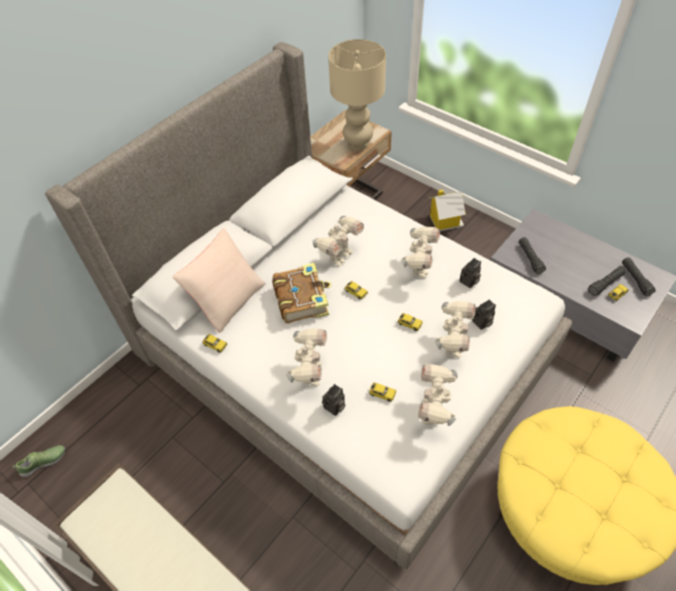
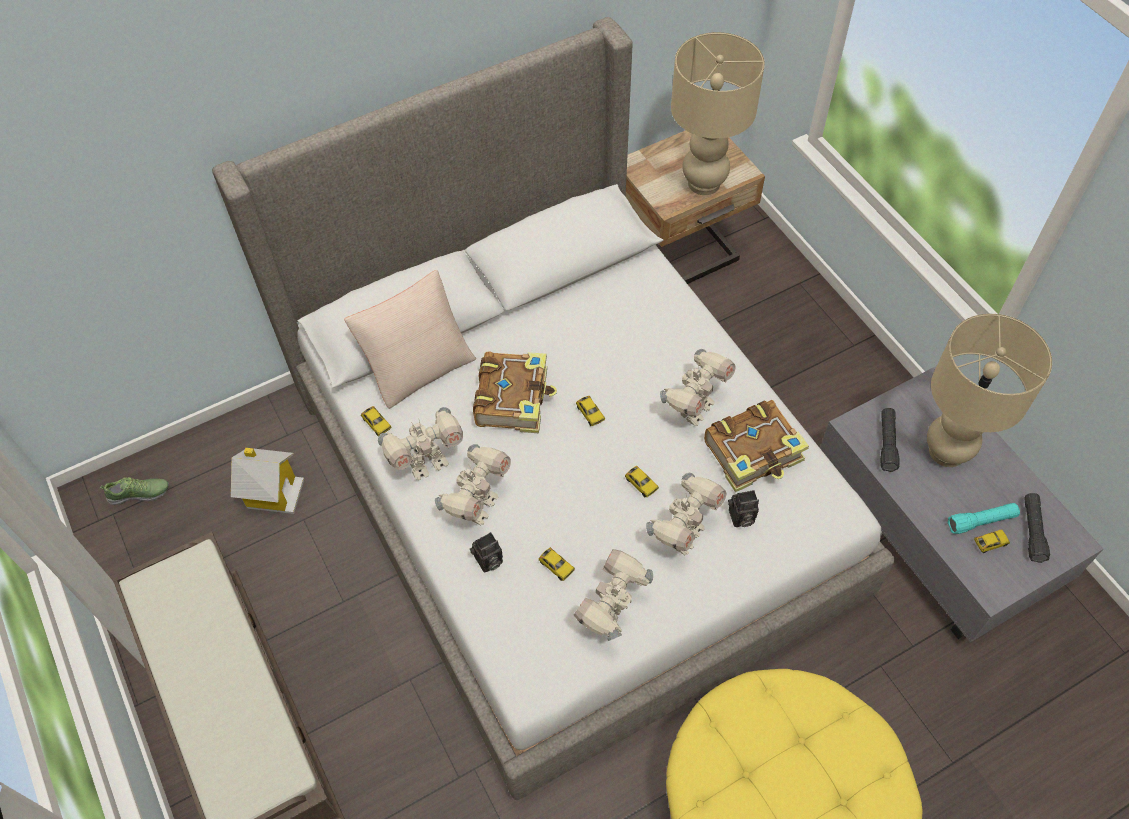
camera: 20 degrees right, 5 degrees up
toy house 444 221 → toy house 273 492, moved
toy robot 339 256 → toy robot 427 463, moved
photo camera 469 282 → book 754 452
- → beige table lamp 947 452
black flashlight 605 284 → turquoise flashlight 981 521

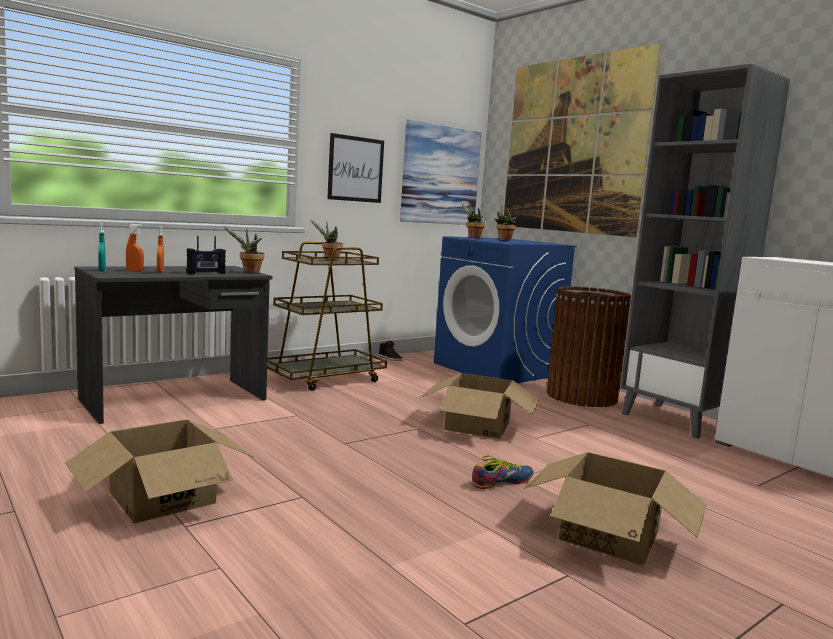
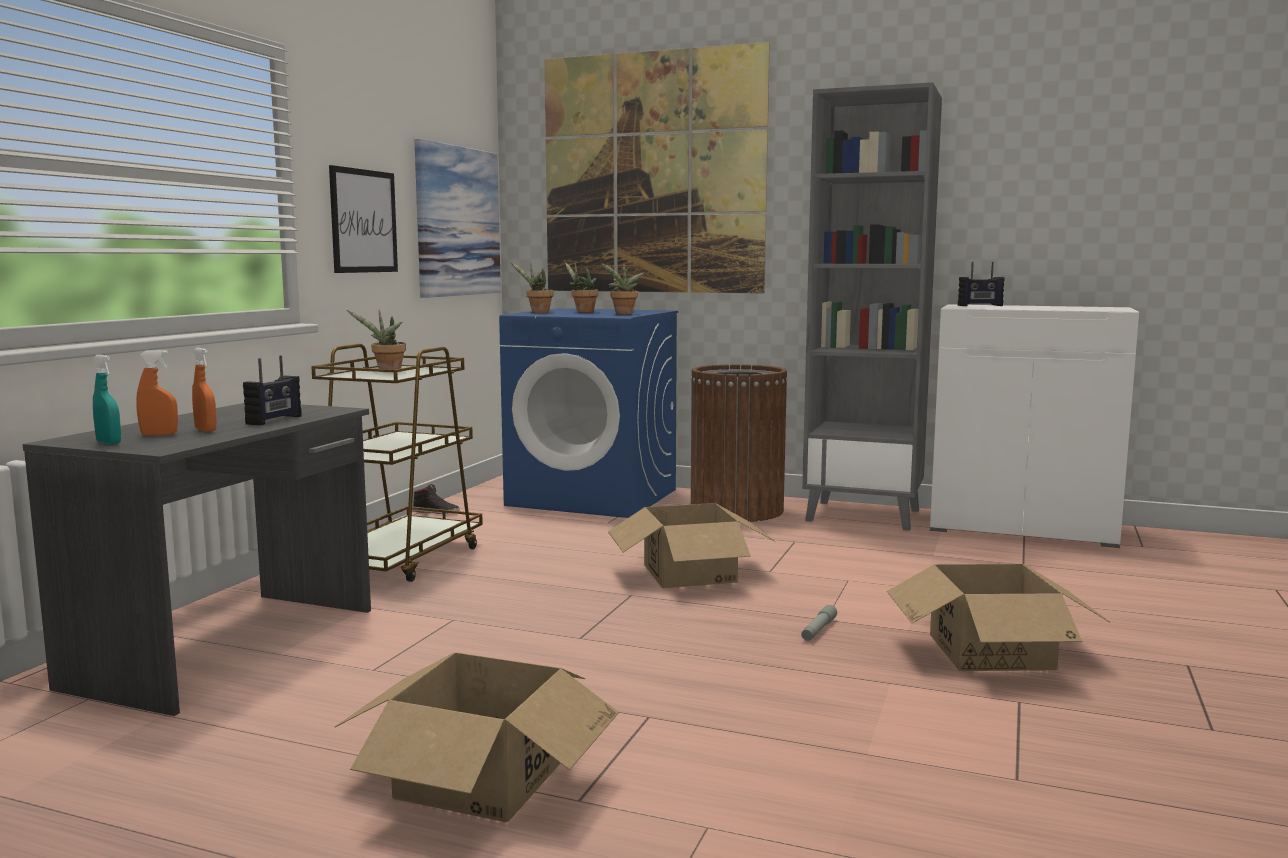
camera: 30 degrees left, 0 degrees up
potted plant 249 272 → potted plant 623 314, moved
shoe 501 482 → grey flashlight 818 630
- → radio 980 306

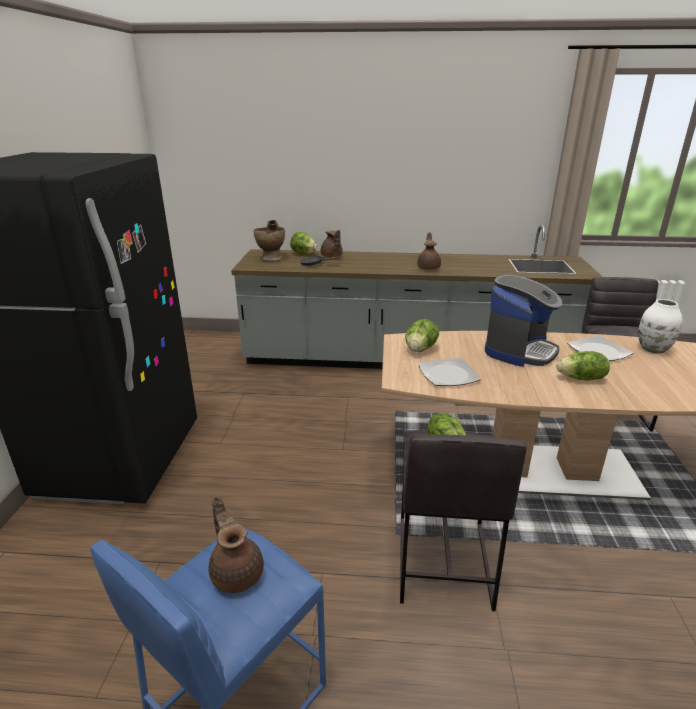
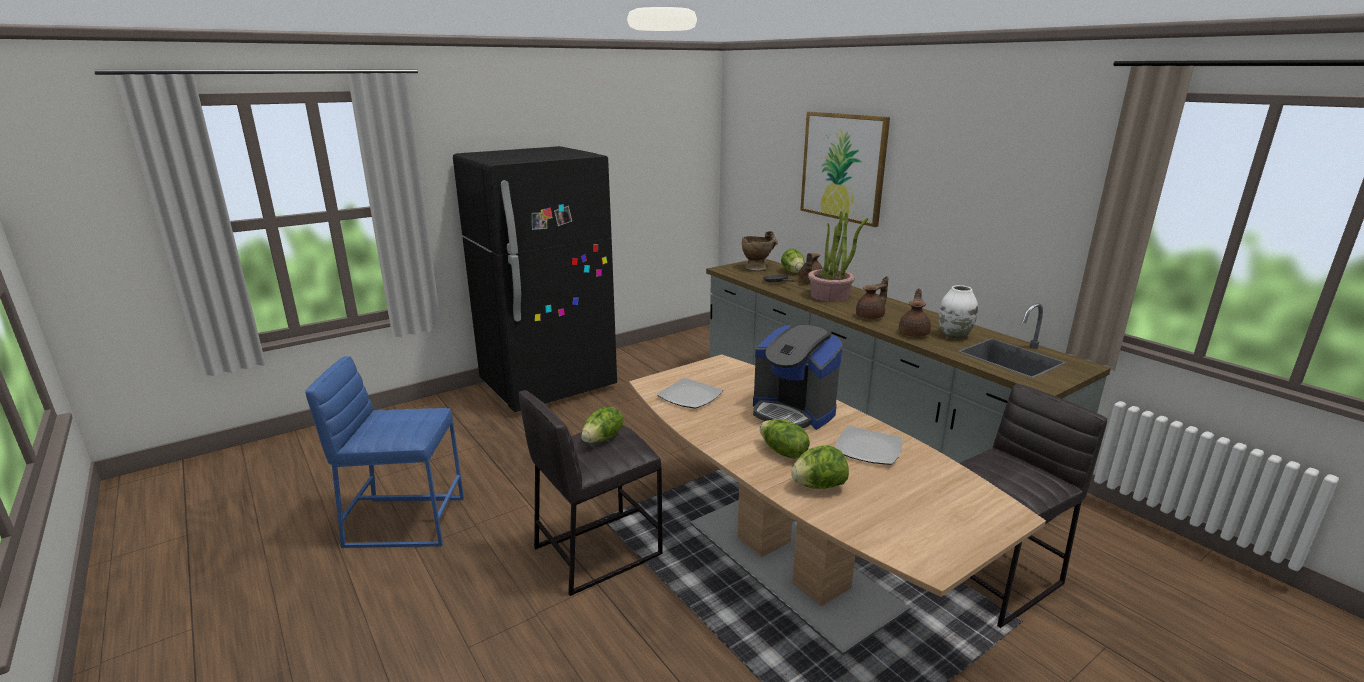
camera: 50 degrees right, 5 degrees down
coffee machine 519 350 → coffee machine 793 411, 45 degrees clockwise
lettuce 420 349 → lettuce 818 486, moved
- → picture 843 167
- → potted plant 830 296
brown teapot 237 572 → brown teapot 914 333, moved
white vase 653 349 → white vase 954 335, moved

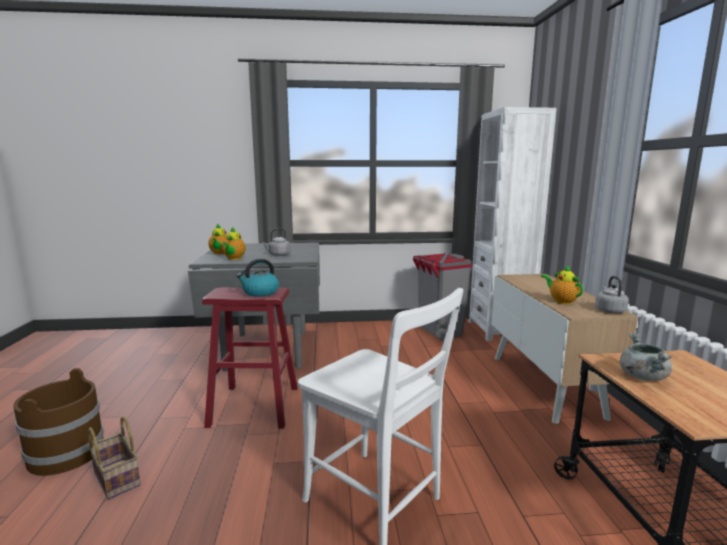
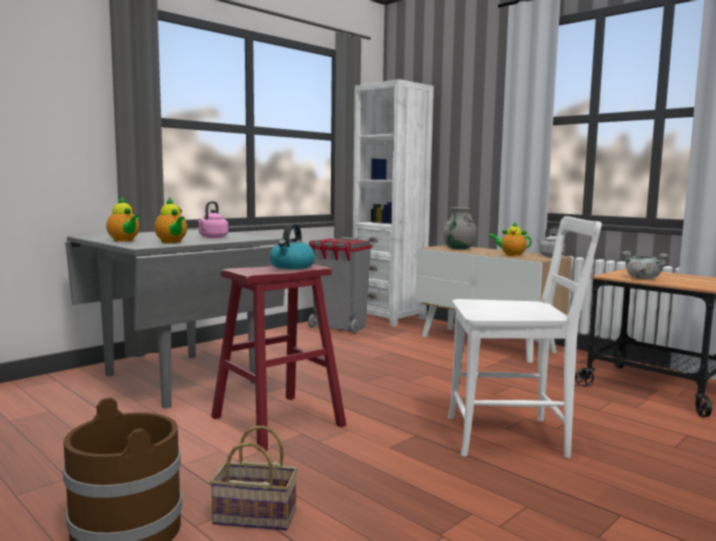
camera: 40 degrees left, 5 degrees down
grey kettle 278 255 → pink kettle 212 237
- → grey vase 459 248

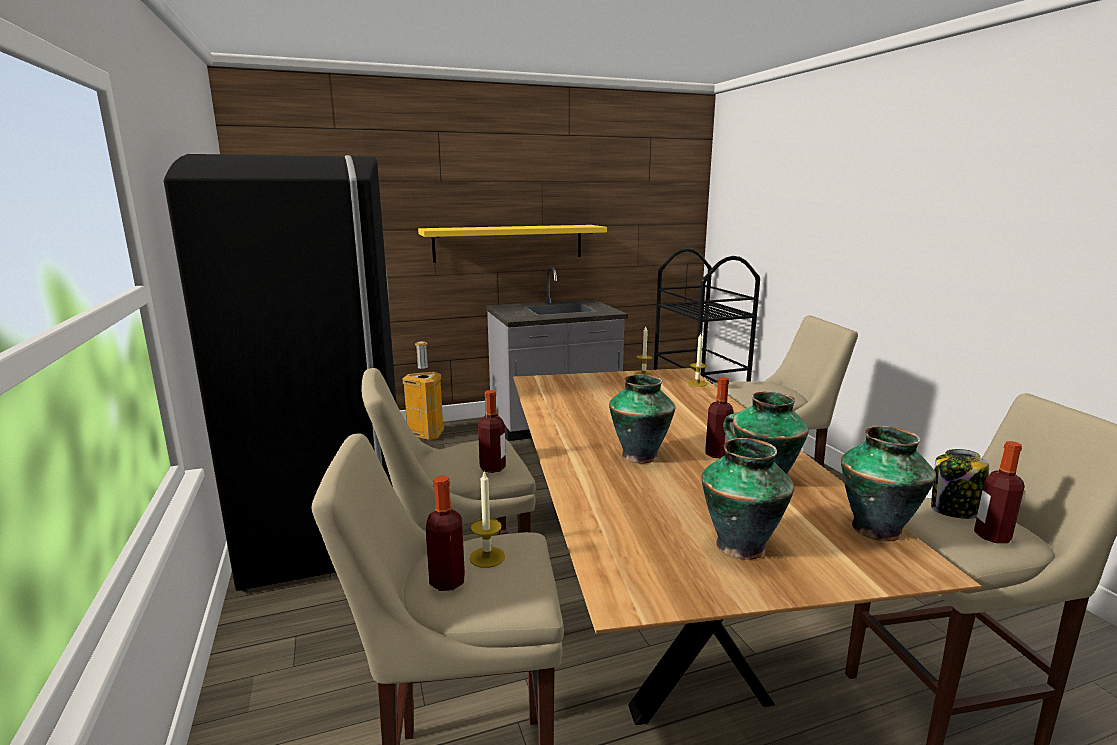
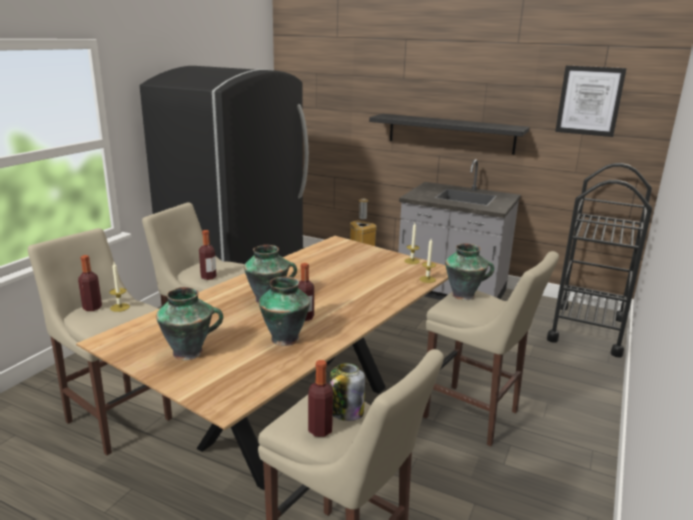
camera: 45 degrees right, 5 degrees up
yellow shelf 509 243 → black shelf 450 133
vase 877 528 → vase 464 295, moved
- → picture 589 101

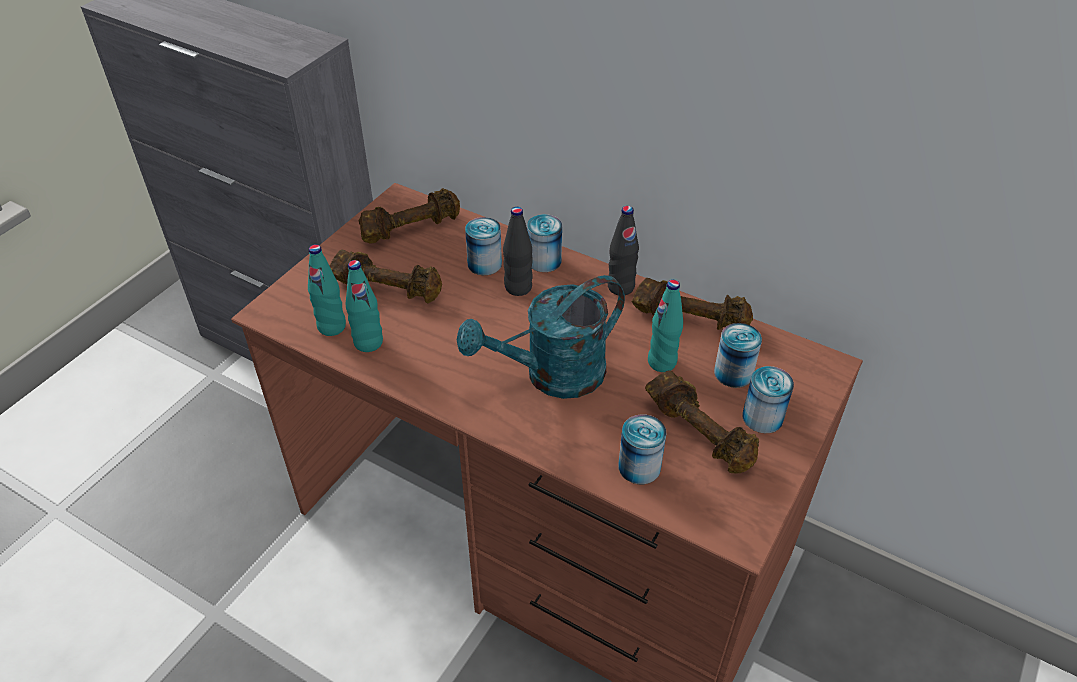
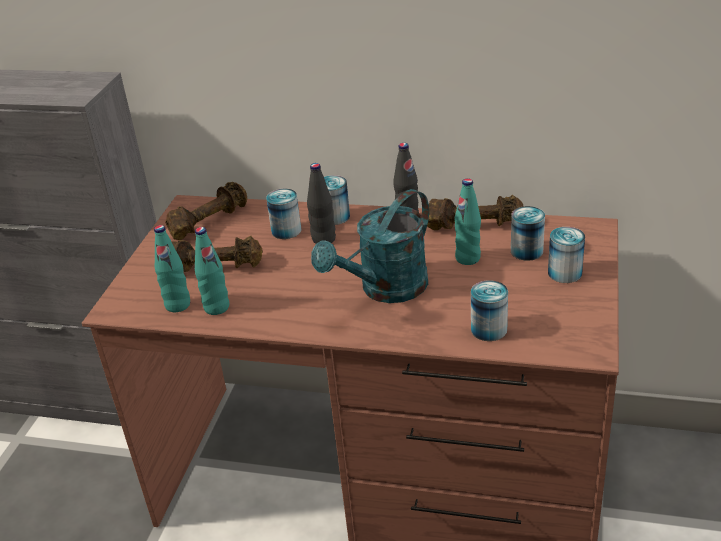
camera: 15 degrees left, 10 degrees down
brown dumbbell 700 434 → -

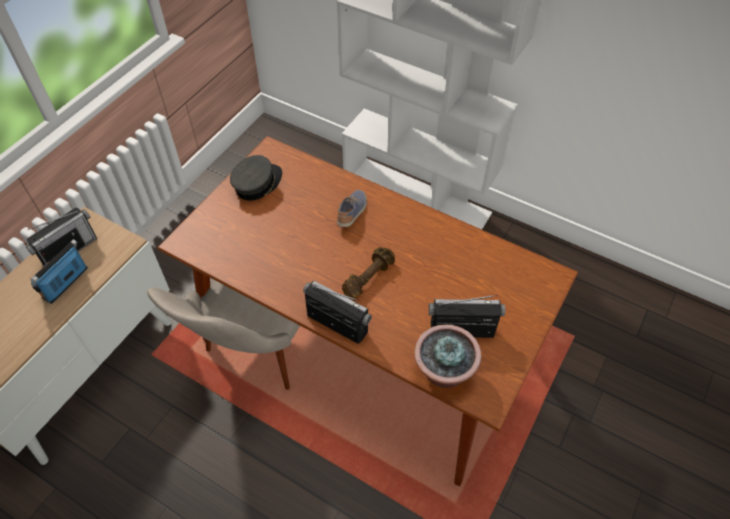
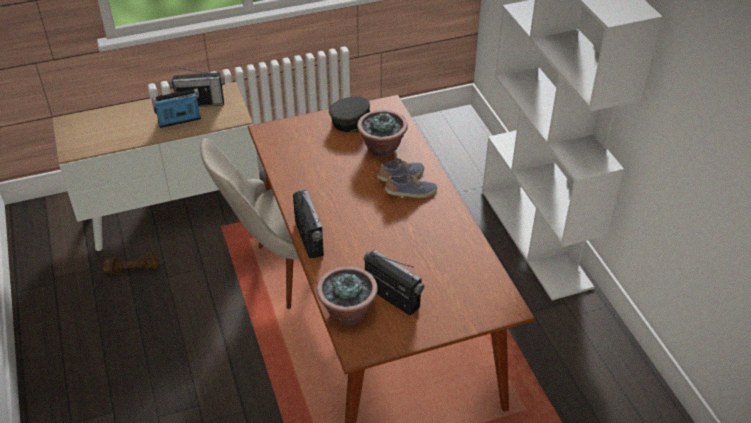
camera: 40 degrees right, 10 degrees down
brown dumbbell 368 278 → brown dumbbell 132 269, moved
- → potted plant 382 148
- → shoe 411 193

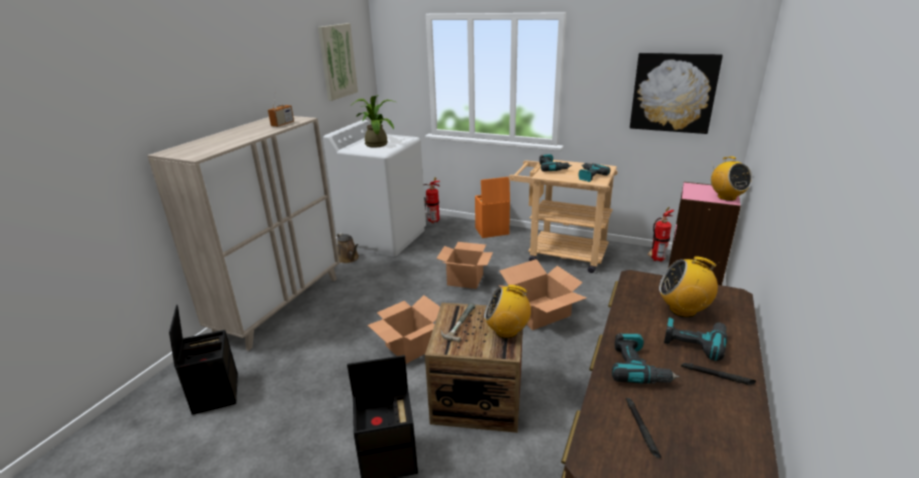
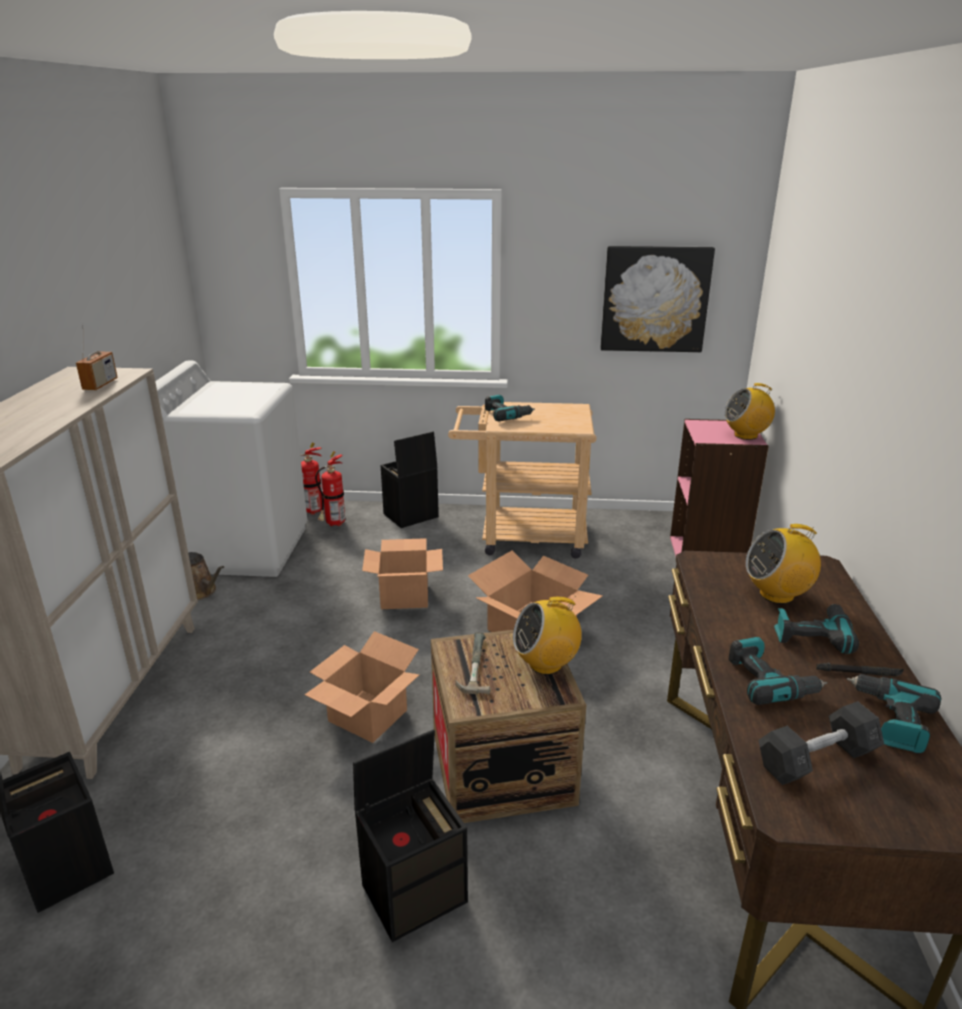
camera: 20 degrees left, 0 degrees up
fire extinguisher 656 260 → fire extinguisher 333 524, moved
orange storage box 491 231 → black storage box 410 516
radio 726 197 → radio 746 435, 120 degrees clockwise
black flashlight 641 428 → grey dumbbell 816 759
power drill 589 176 → power drill 891 720, moved
picture 337 61 → -
potted plant 376 144 → -

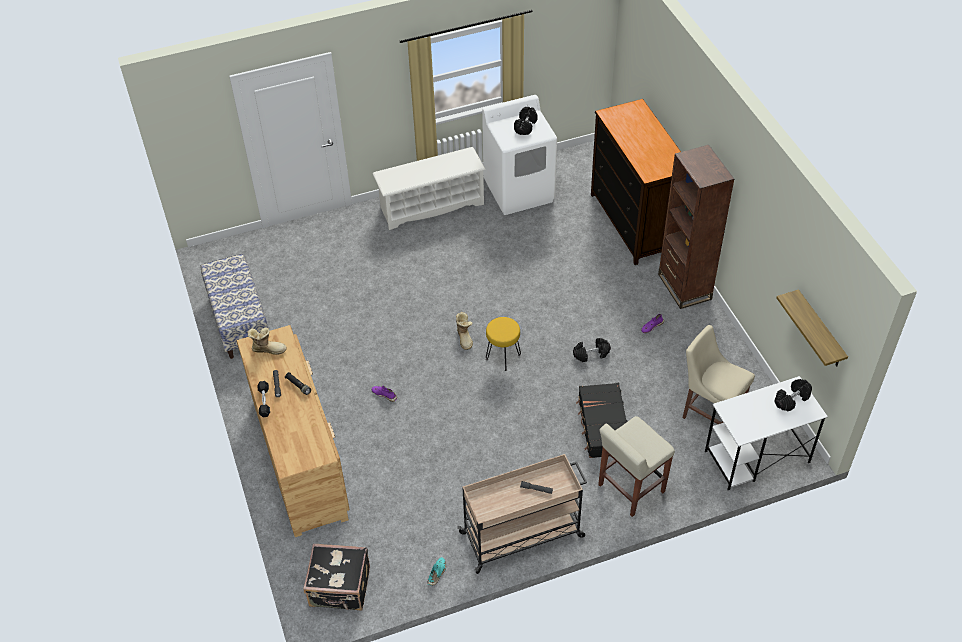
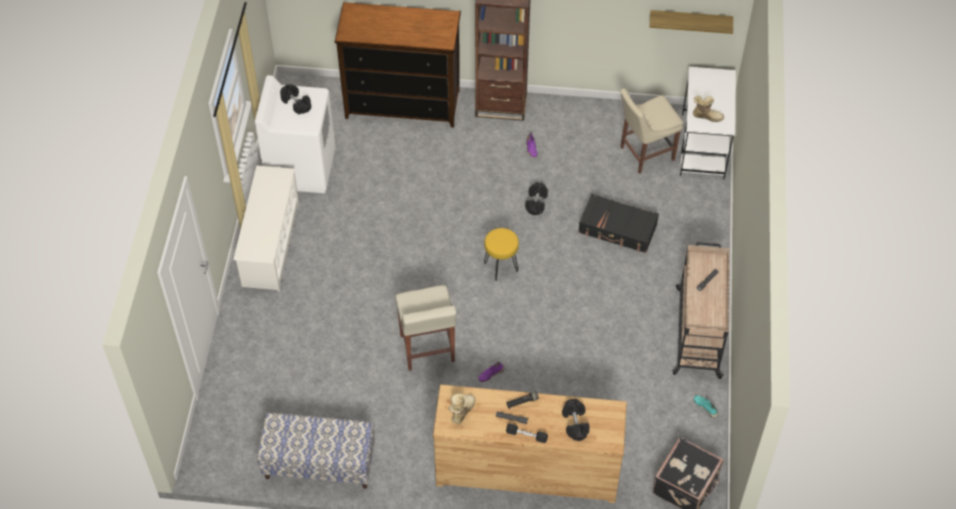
camera: 65 degrees left, 5 degrees up
beige stool 630 489 → beige stool 427 349, moved
black dumbbell 791 399 → black dumbbell 575 423, moved
boot 465 338 → boot 706 116, moved

